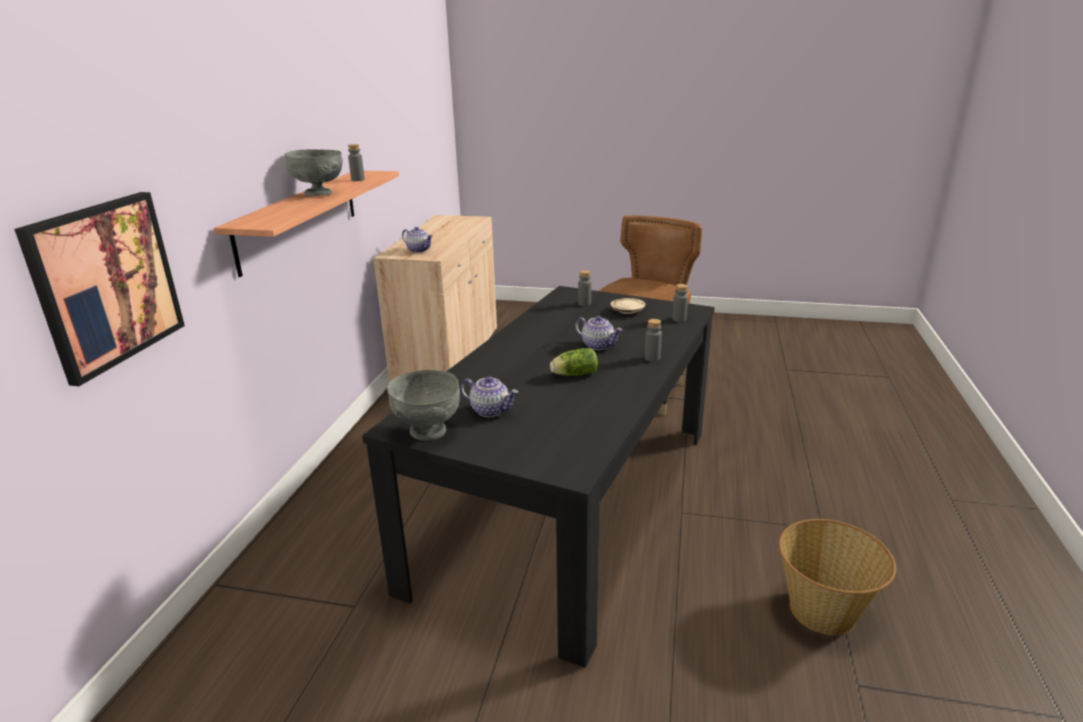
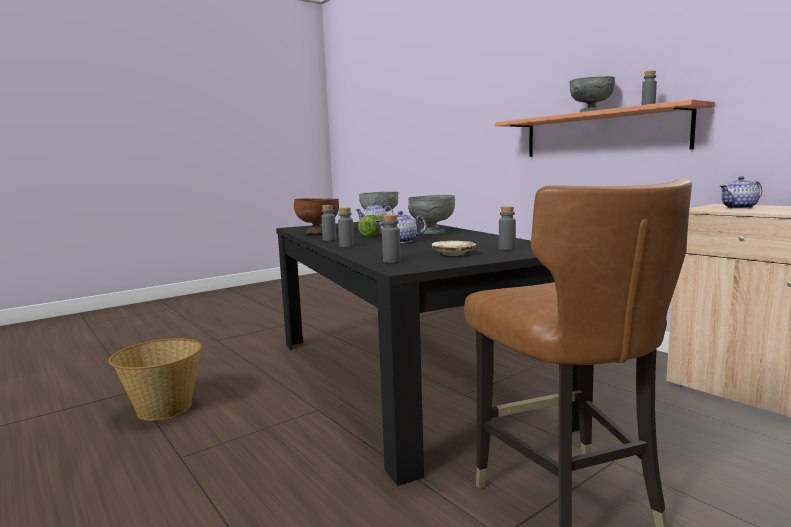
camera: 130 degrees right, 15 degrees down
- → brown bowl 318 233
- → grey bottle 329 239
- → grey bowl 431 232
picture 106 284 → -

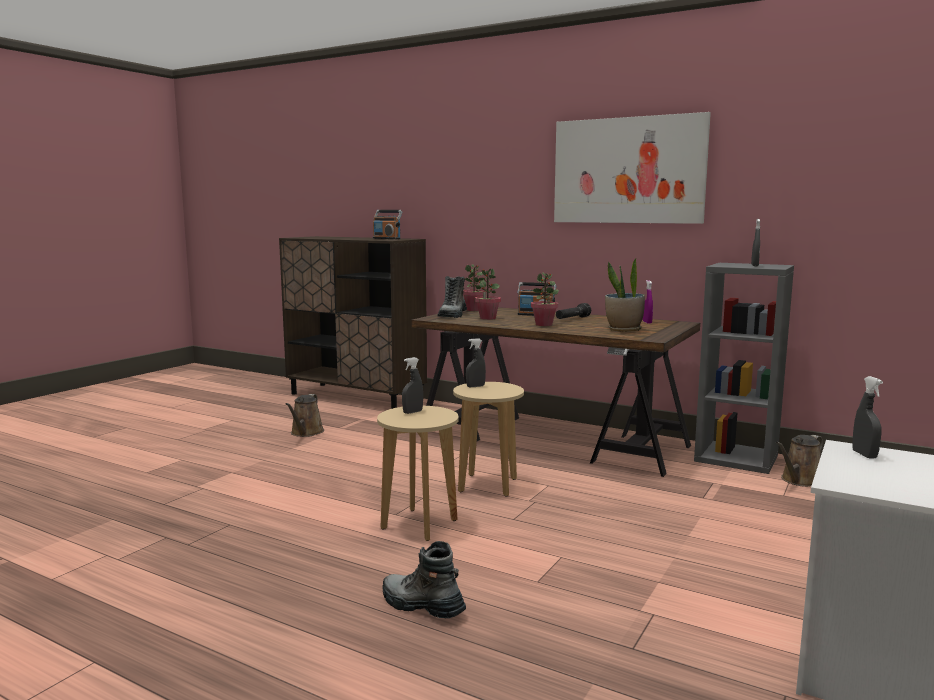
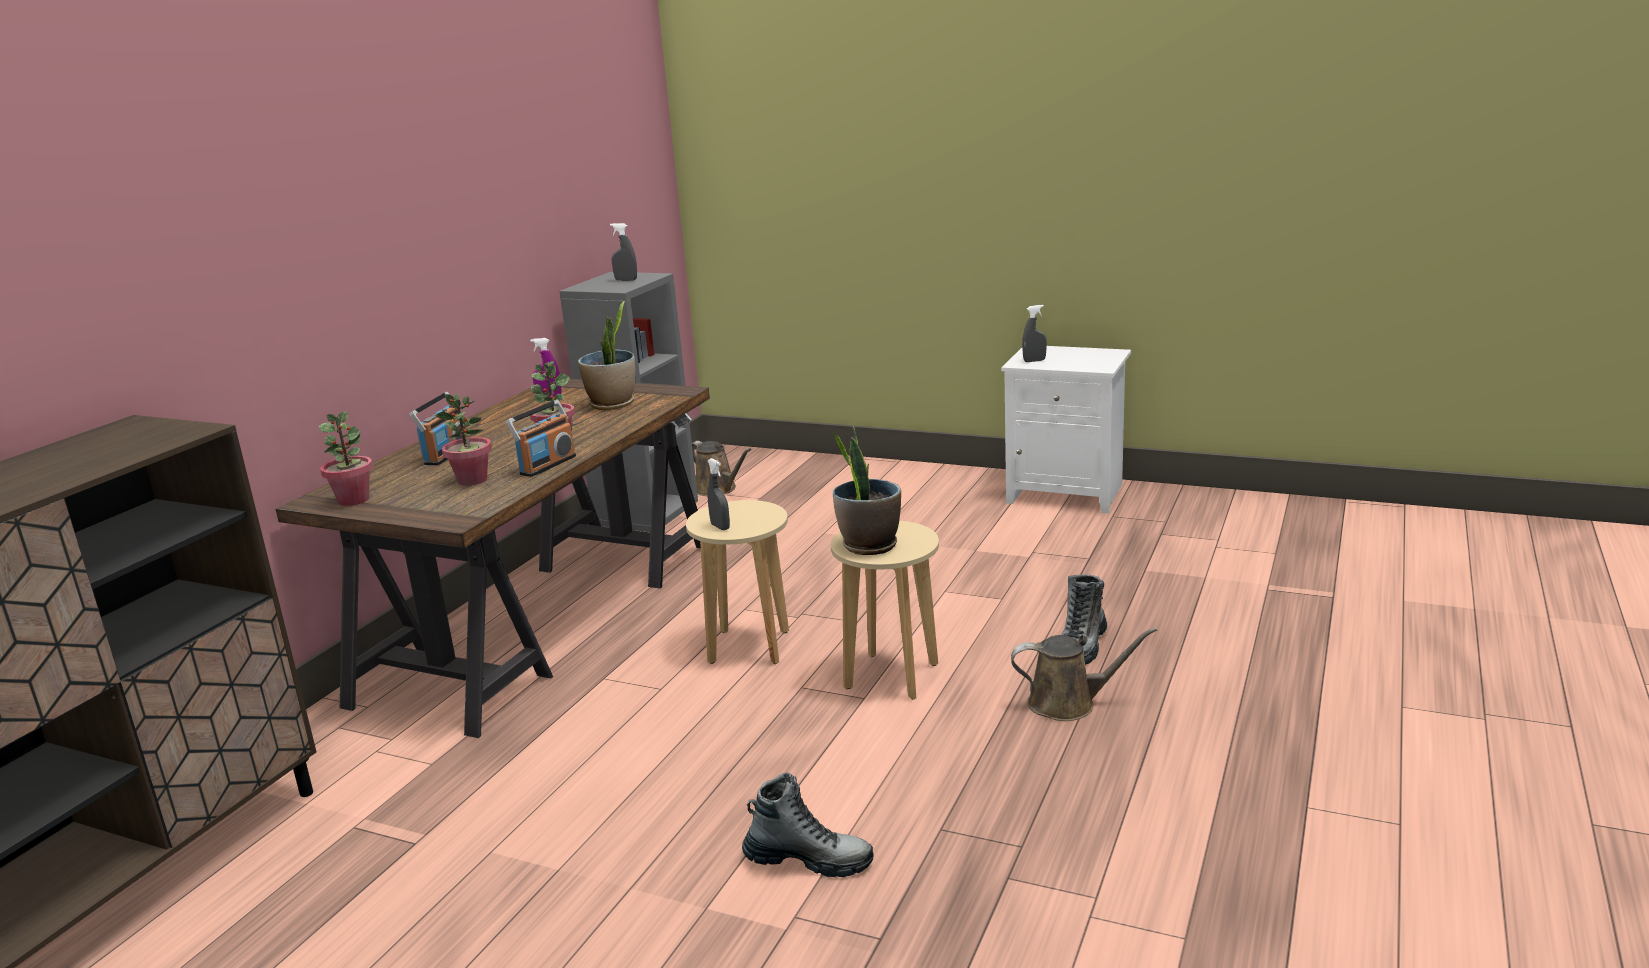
camera: 95 degrees left, 10 degrees up
radio 387 238 → radio 547 465, moved
boot 452 315 → boot 808 860, moved
grey spray bottle 412 412 → potted plant 869 545
brown watering can 306 433 → brown watering can 1068 703, moved
picture 628 170 → -
black flashlight 572 319 → -

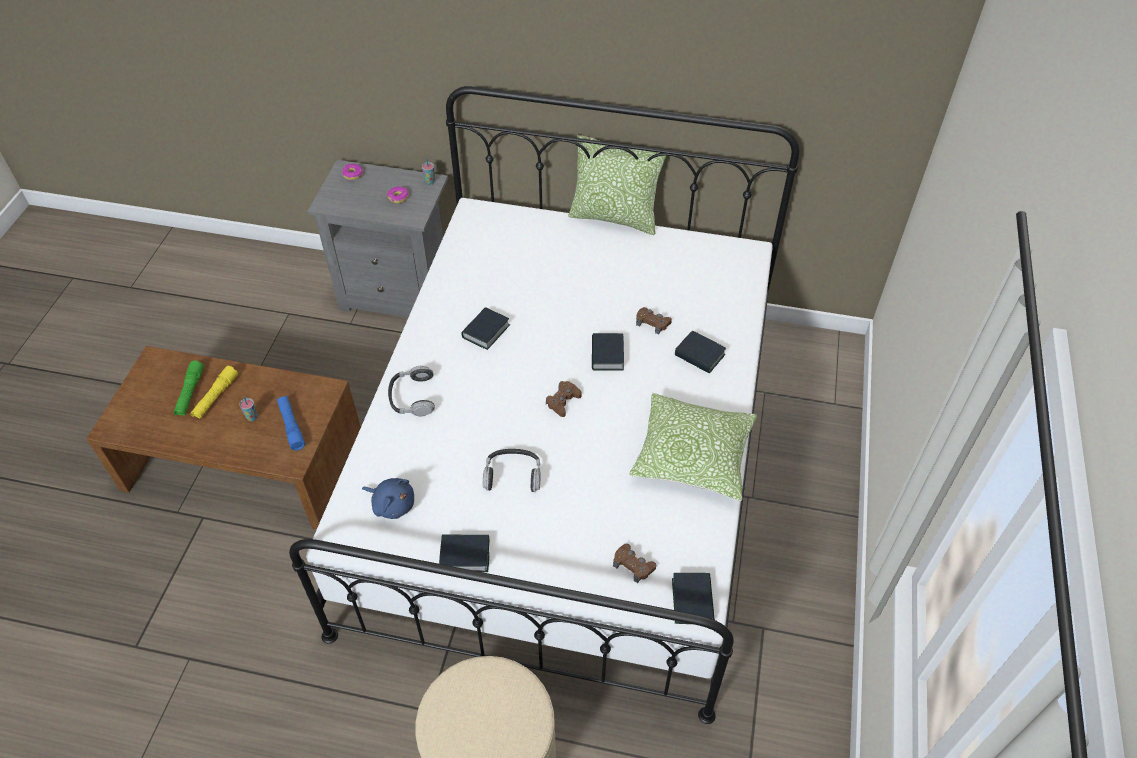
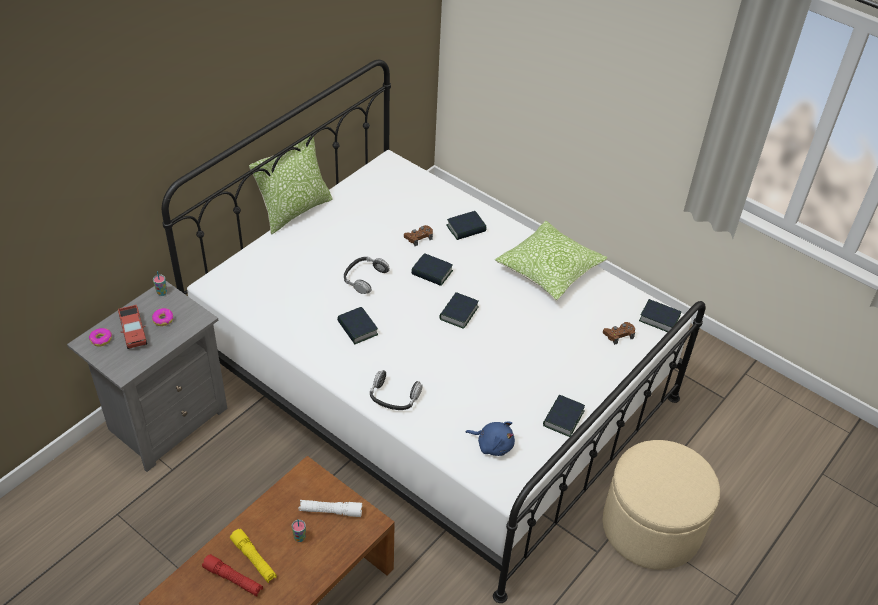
camera: 65 degrees left, 5 degrees down
- → toy truck 134 333
green flashlight 190 393 → red flashlight 233 579
blue flashlight 291 426 → white flashlight 330 511
headphones 513 475 → headphones 364 278, moved
brown game controller 563 401 → book 458 313
blue plush toy 392 504 → blue plush toy 493 445, 60 degrees clockwise

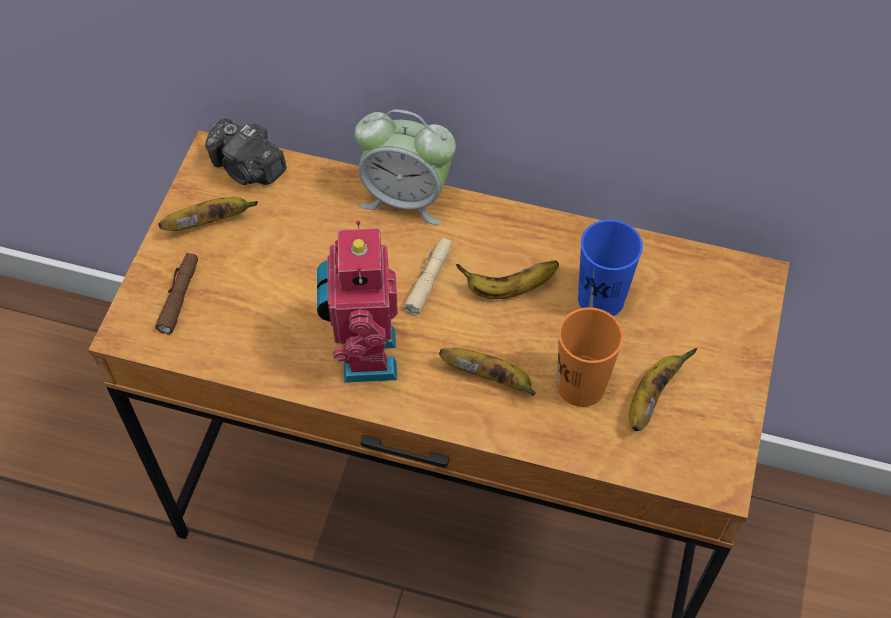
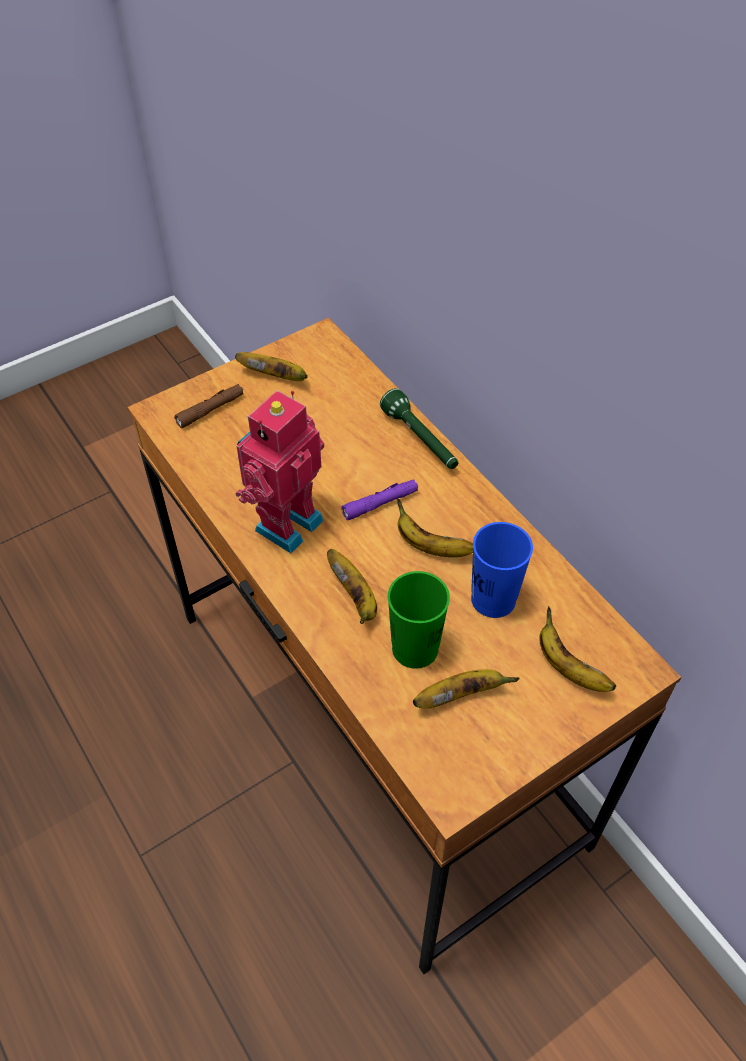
camera: 40 degrees right, 5 degrees down
beige flashlight 428 280 → purple flashlight 380 503
alarm clock 406 197 → green flashlight 420 440
orange cup 581 385 → green cup 415 648
- → banana 568 668
photo camera 248 169 → -

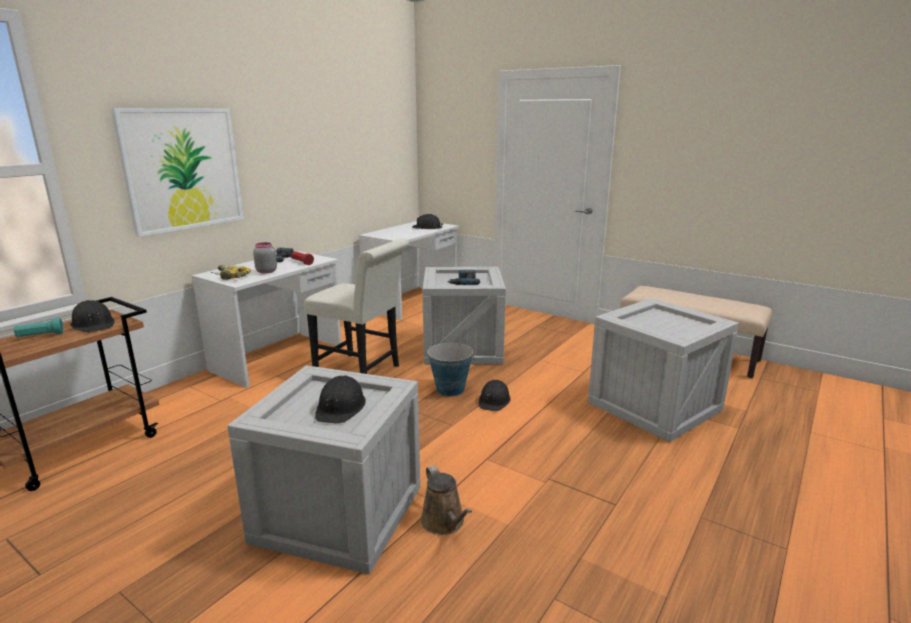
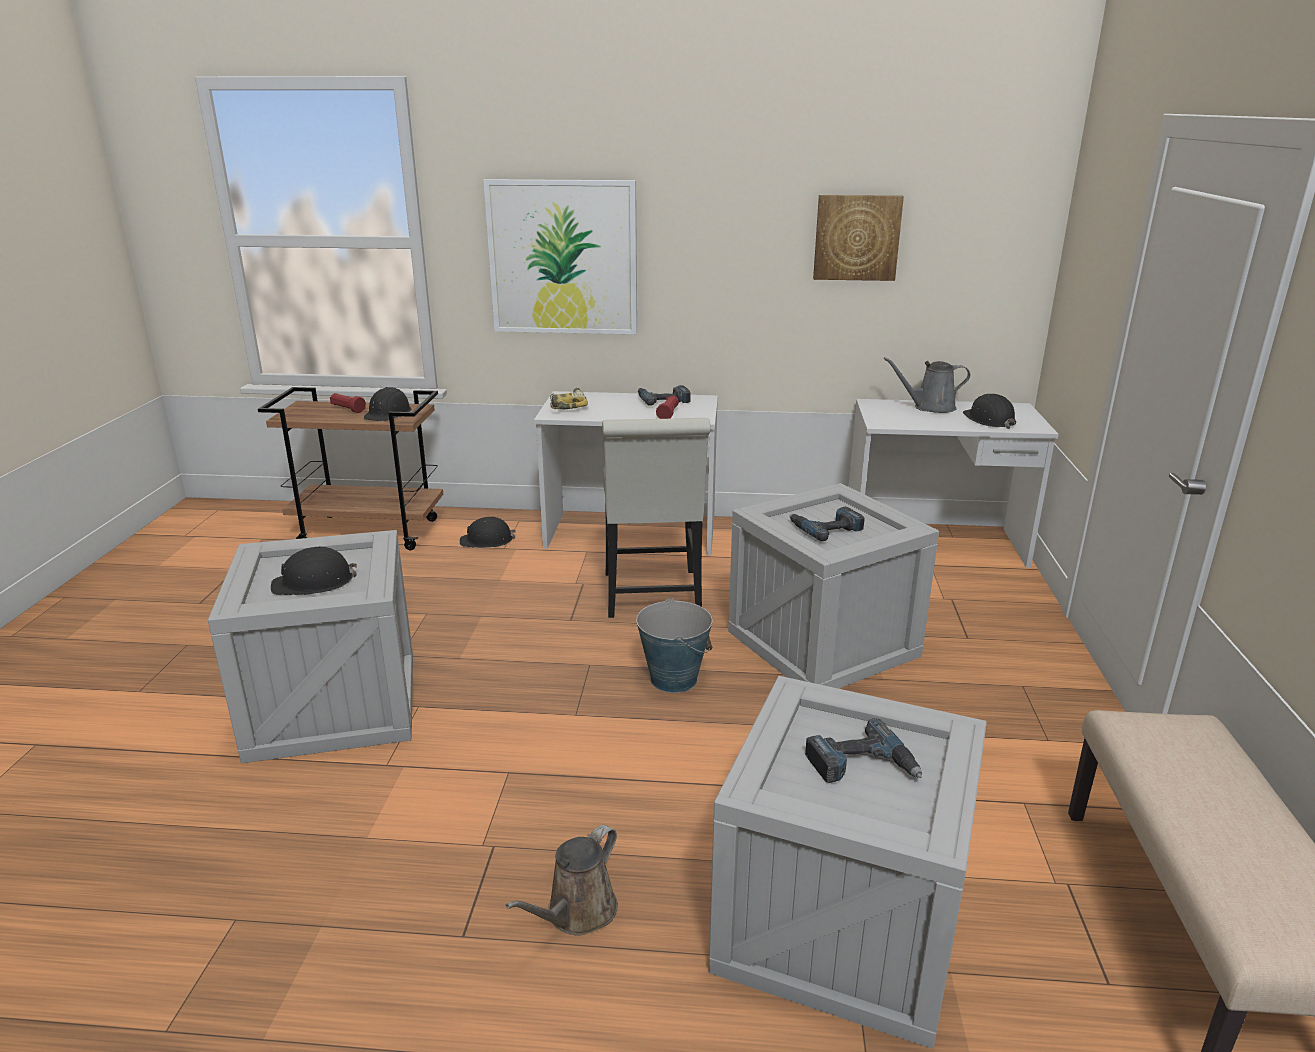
camera: 60 degrees right, 5 degrees up
turquoise flashlight 40 336 → red flashlight 348 409
black hard hat 494 401 → black hard hat 487 540, moved
brown watering can 444 522 → brown watering can 577 913, moved
- → power drill 861 765
- → picture 856 237
- → grey watering can 930 407
grey jar 266 271 → -

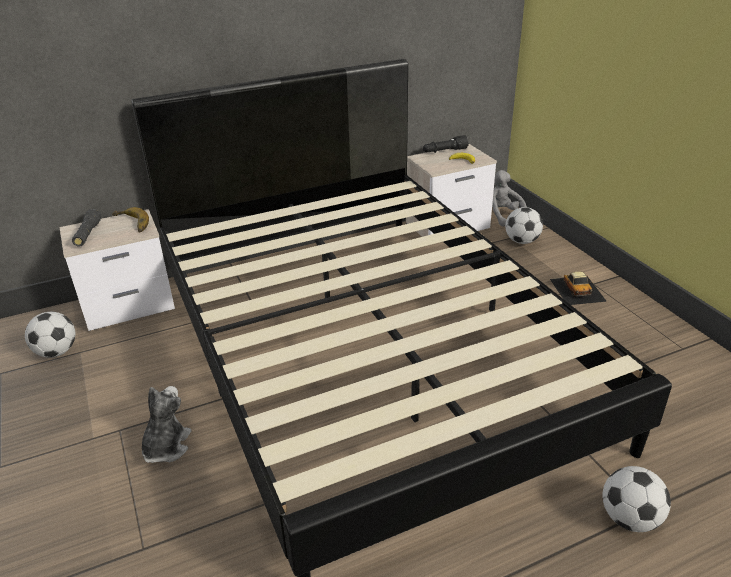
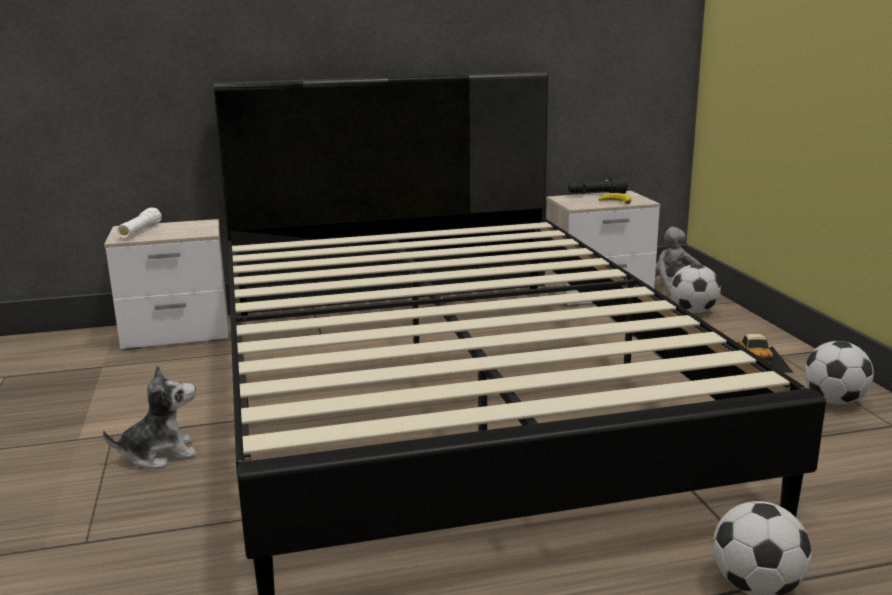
camera: 10 degrees right, 15 degrees down
plush toy 166 447 → plush toy 159 454, 45 degrees clockwise
black flashlight 88 234 → white flashlight 140 232
football 56 352 → football 834 401, moved
banana 130 224 → -

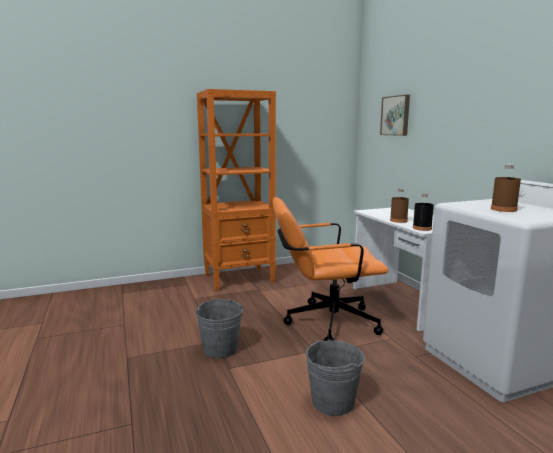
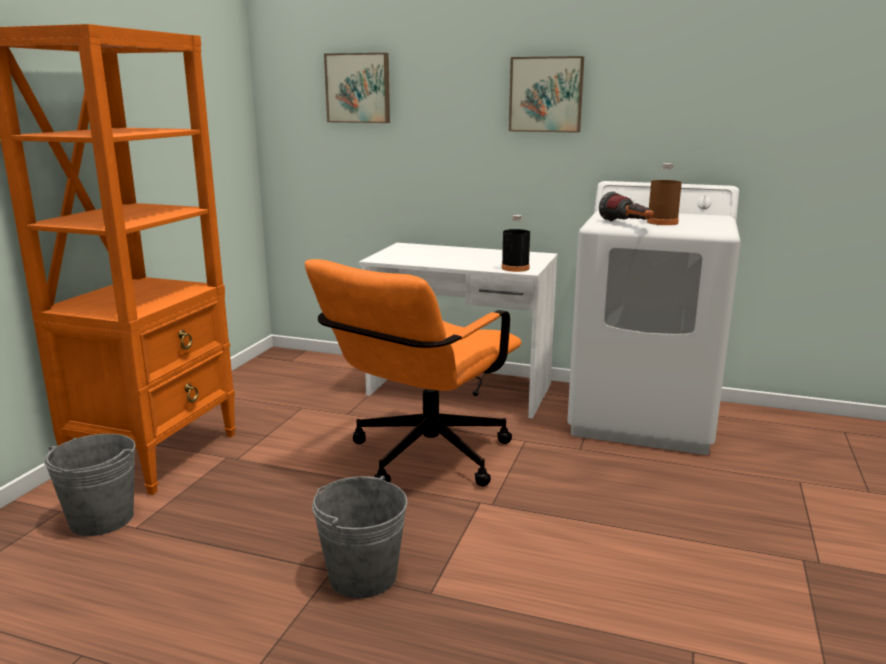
camera: 50 degrees left, 5 degrees up
grey bucket 332 402 → grey bucket 101 519, moved
- → picture 546 94
- → flashlight 627 225
brown bottle 398 220 → -

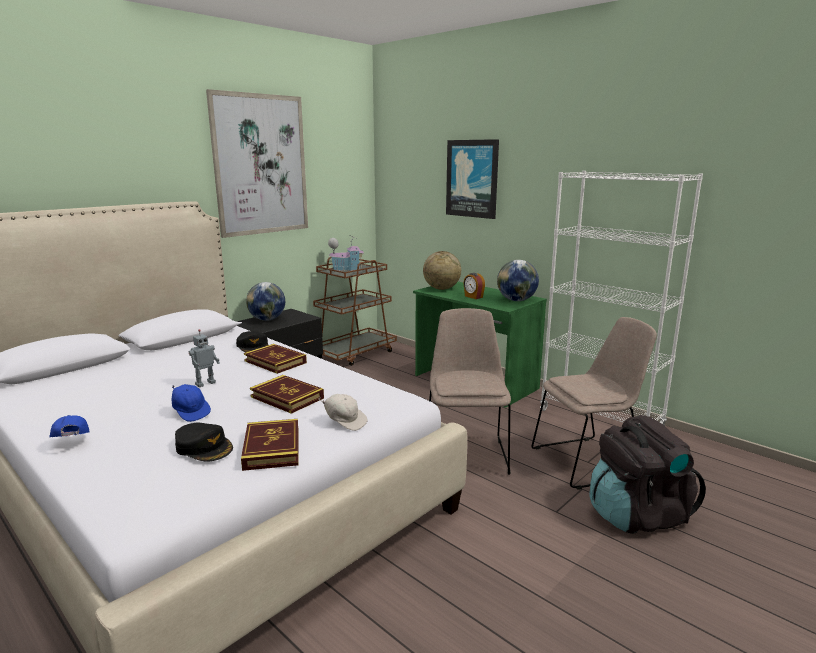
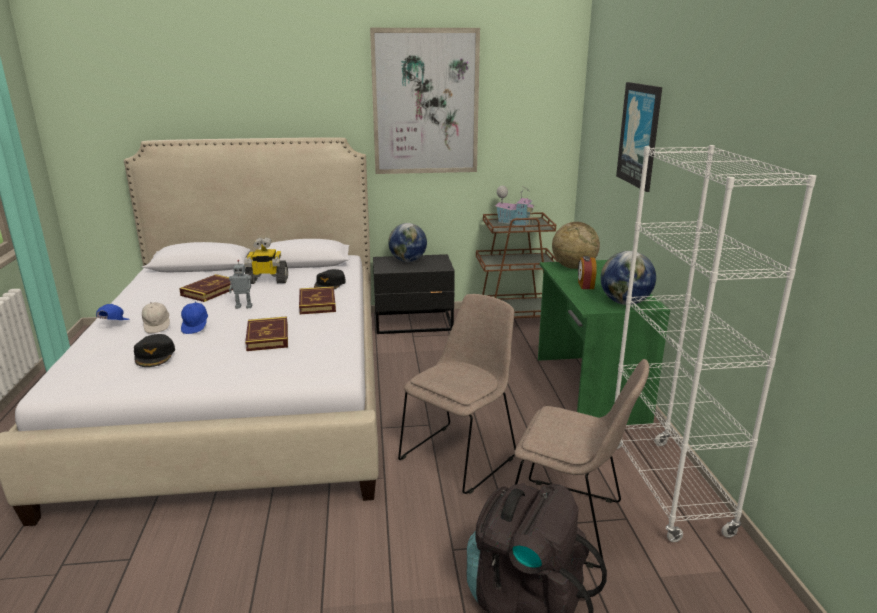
camera: 40 degrees right, 5 degrees up
white cap 345 422 → white cap 157 326, moved
book 272 448 → book 210 291, moved
- → toy robot 266 281

